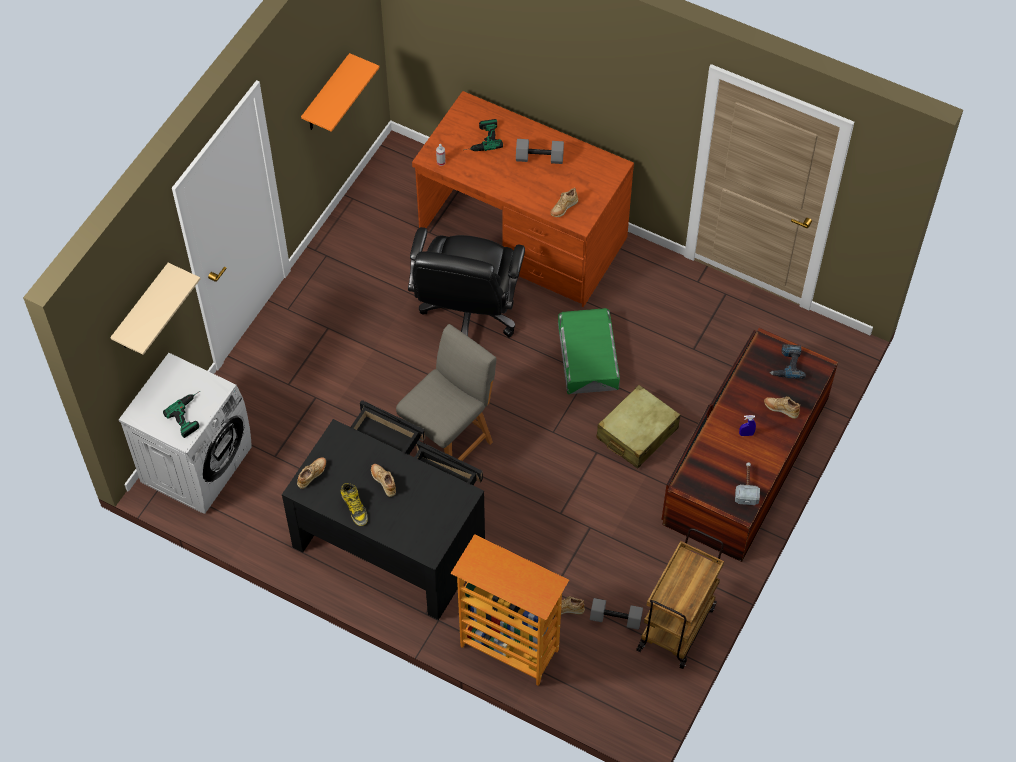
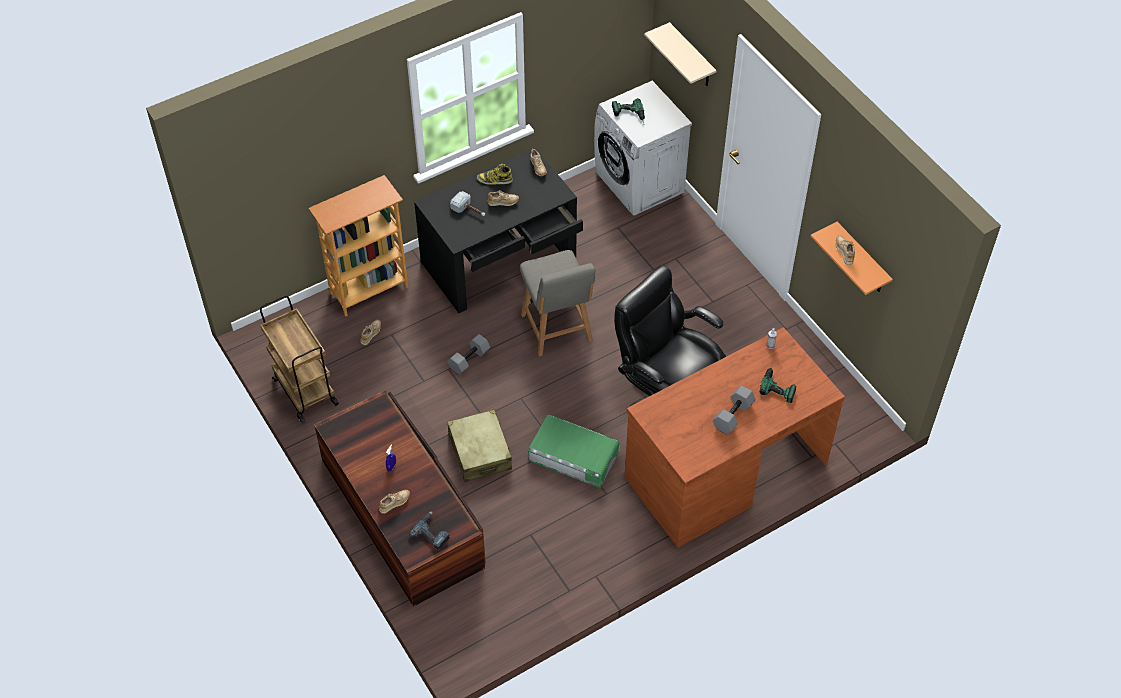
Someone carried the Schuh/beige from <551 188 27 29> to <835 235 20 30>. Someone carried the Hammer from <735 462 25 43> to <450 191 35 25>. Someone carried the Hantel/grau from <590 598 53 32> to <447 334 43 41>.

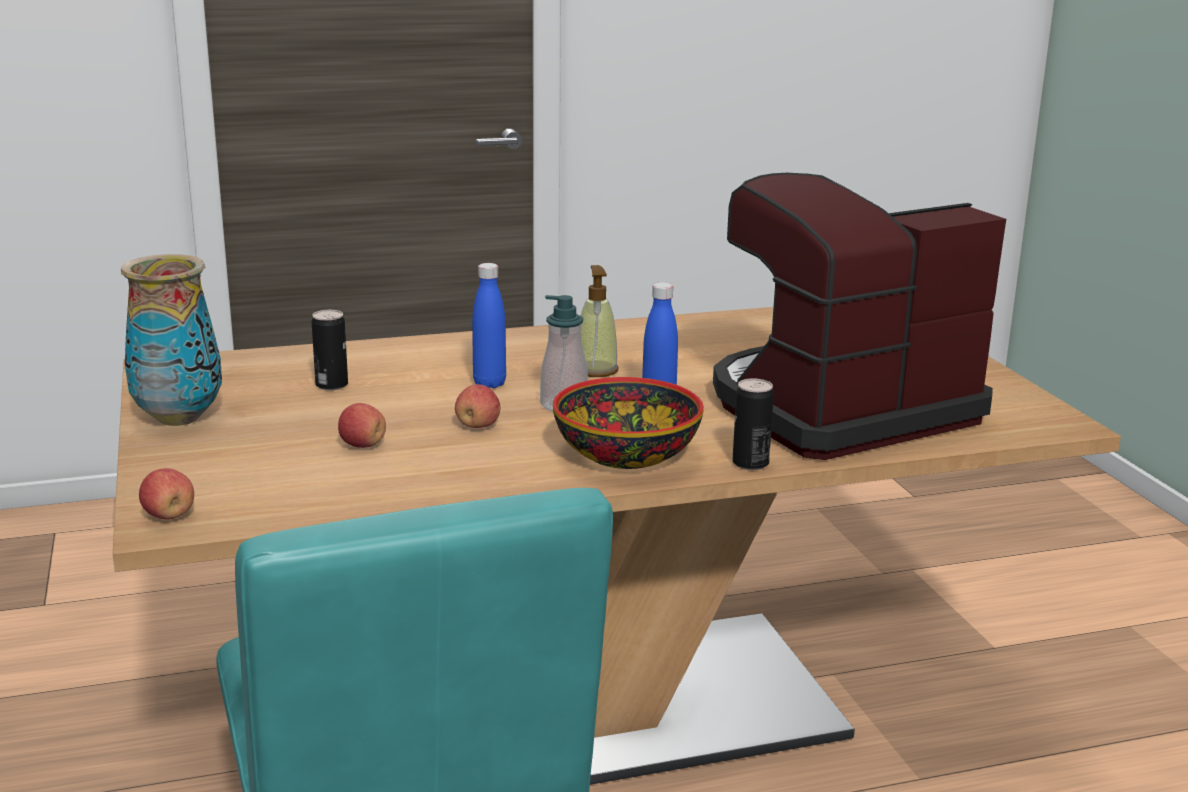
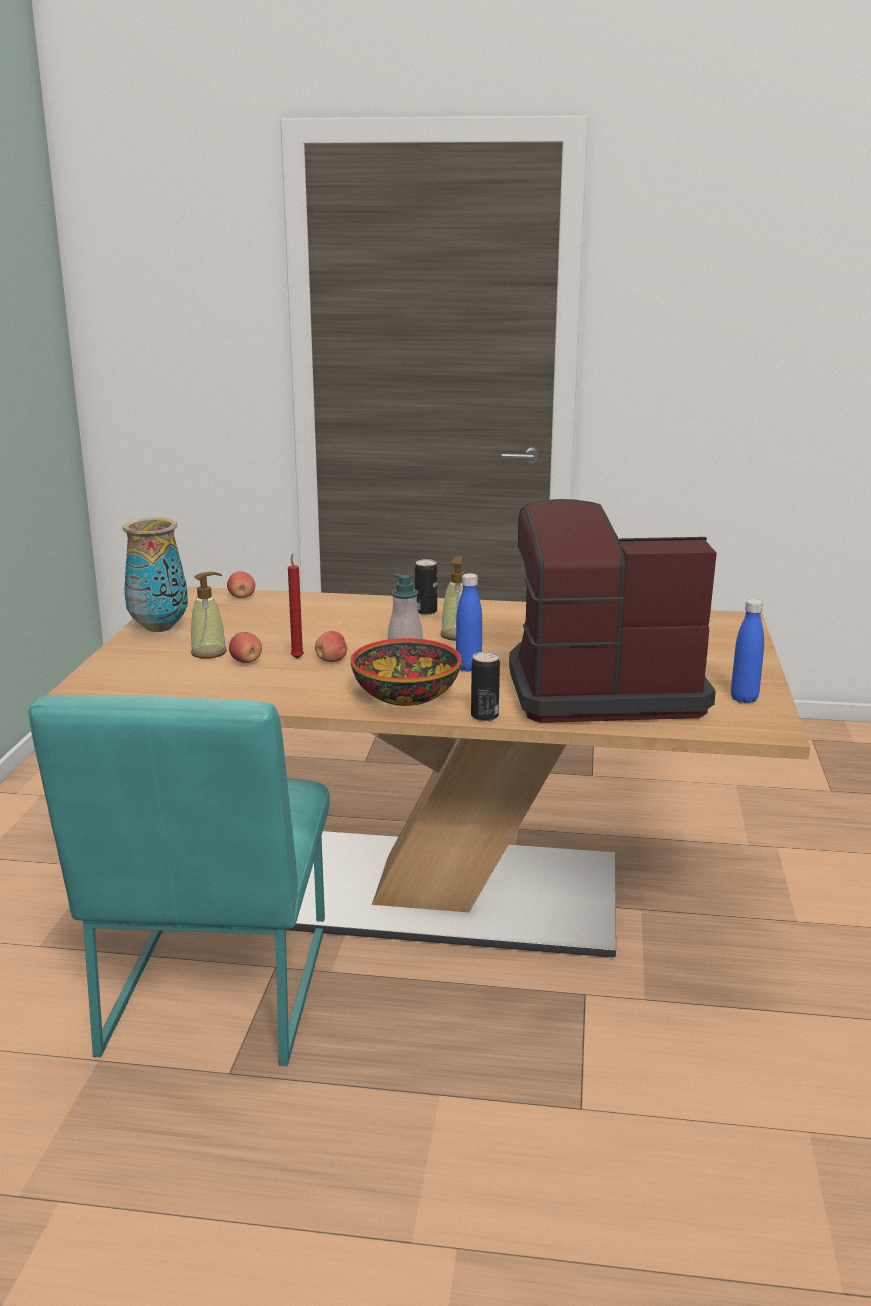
Someone carried the Flasche/blau from <472 263 34 125> to <731 599 33 104>. Someone carried the Dose from <311 310 37 80> to <415 559 22 56>. Someone carried the Apfel from <139 468 55 52> to <227 571 28 27>. Someone put down the Kerze/rot at <288 553 16 106>. Someone put down the Seifenspender at <191 572 36 87>.

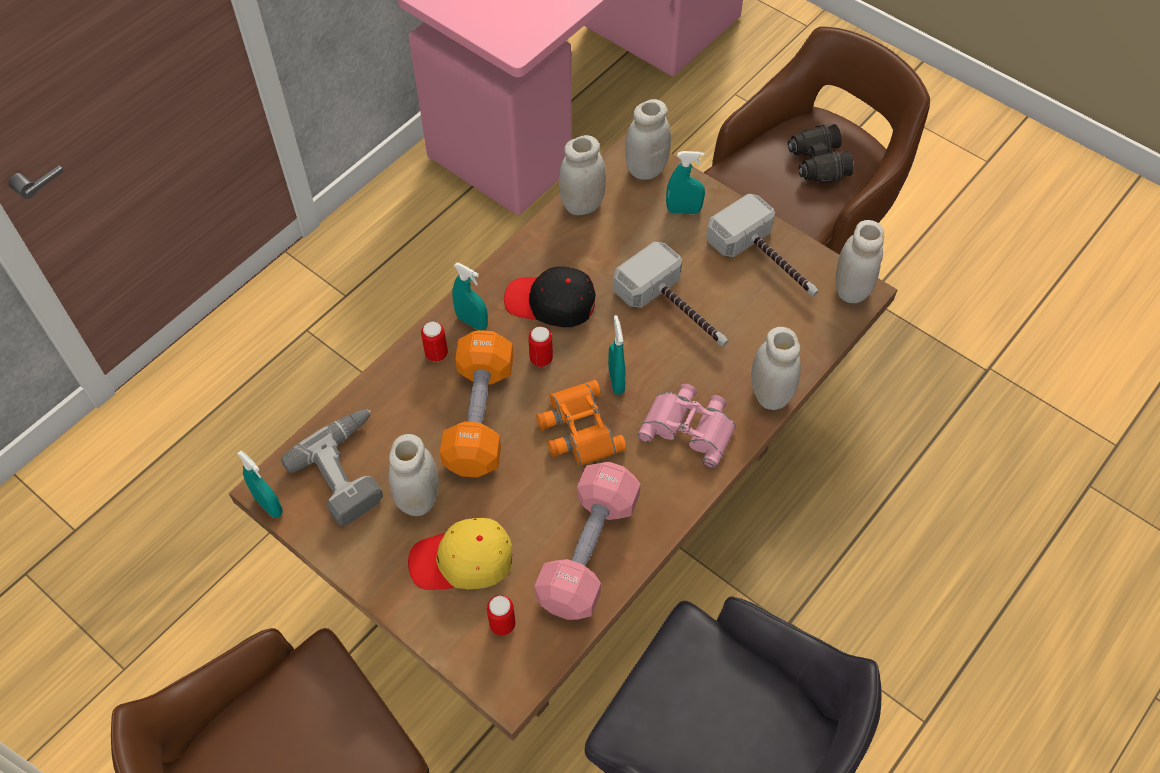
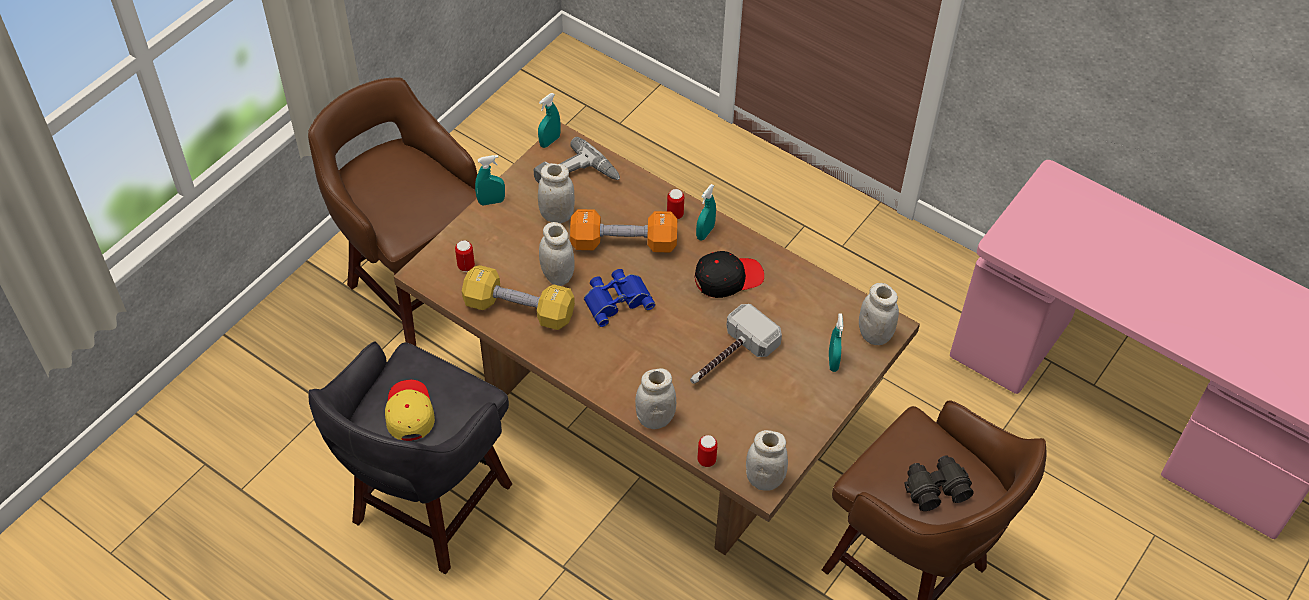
Someone carried the Vorratsglas/weiß from <559 135 47 81> to <539 222 36 64>. Someone took away the Hammer at <706 194 112 103>. Someone rotated the Kappe/schwarz at <504 266 92 61> by 60 degrees clockwise. Someone carried the Sprühflasche/türkis from <608 315 18 80> to <475 155 30 50>. Someone carried the Dose from <528 327 25 40> to <697 435 21 32>. Someone repainted the Fernglas/orange at <536 380 91 86>, which became the Fernglas/blau at <584 269 71 58>. Someone took away the Fernglas/rosa at <638 384 98 84>. Someone repainted the Hantel/rosa at <534 462 107 158>, which became the Hantel/gelb at <462 265 113 65>. Someone carried the Kappe/gelb from <408 518 104 72> to <385 380 50 61>.

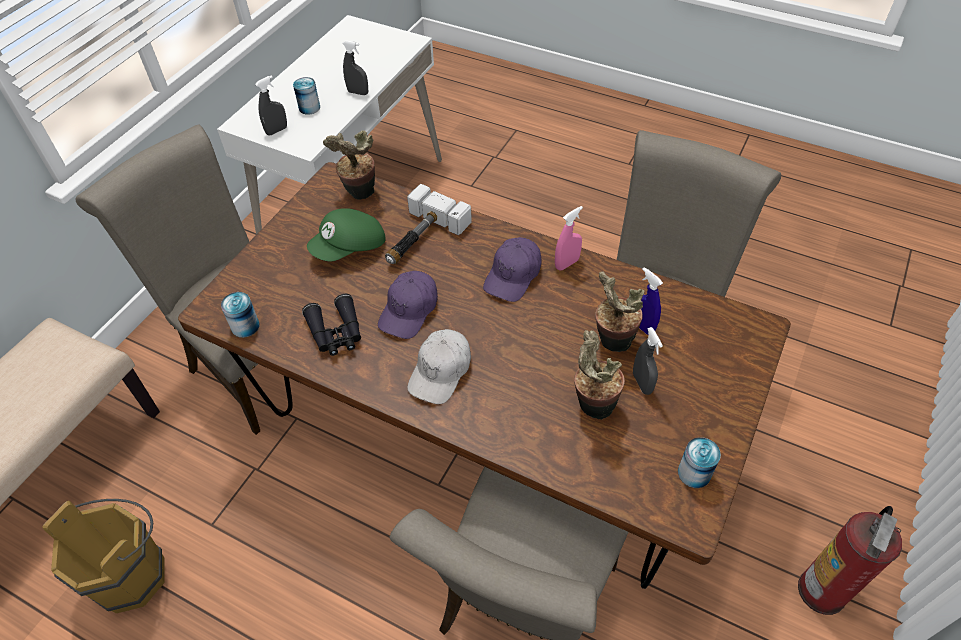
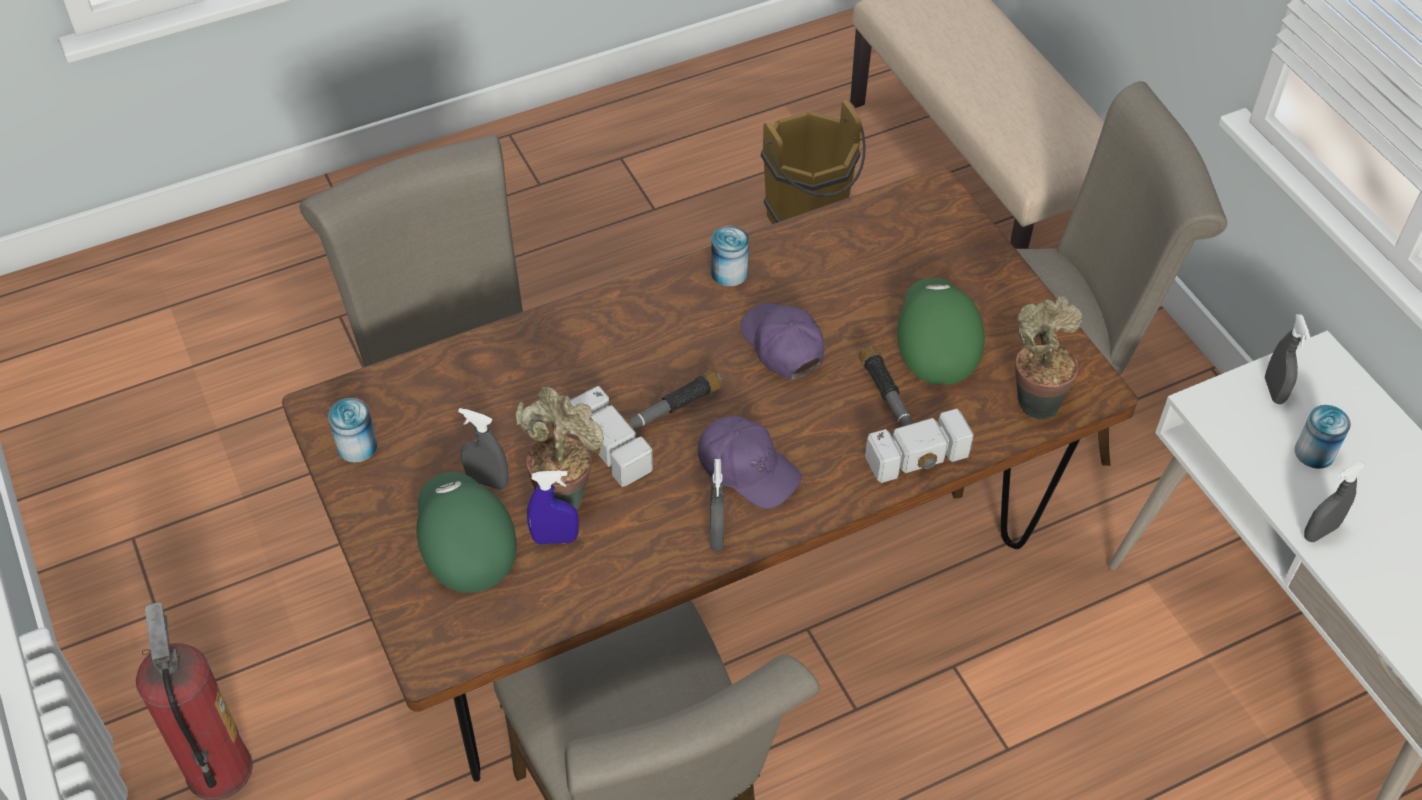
Someone repainted the Sprühflasche/rosa at <555 206 28 64>, which became the Sprühflasche/grau at <710 459 14 92>. Someone rotated the Kappe/lila at <483 237 59 65> by 150 degrees clockwise. Someone carried the Dose from <221 292 39 46> to <711 226 38 61>. Someone took away the Fernglas/schwarz at <302 294 59 62>. Someone took away the Kappe/weiß at <407 329 64 75>. Someone took away the Topfpflanze at <574 330 51 90>. Someone put down the Hammer at <570 370 152 117>. Someone put down the Kappe/grün at <416 472 101 121>.

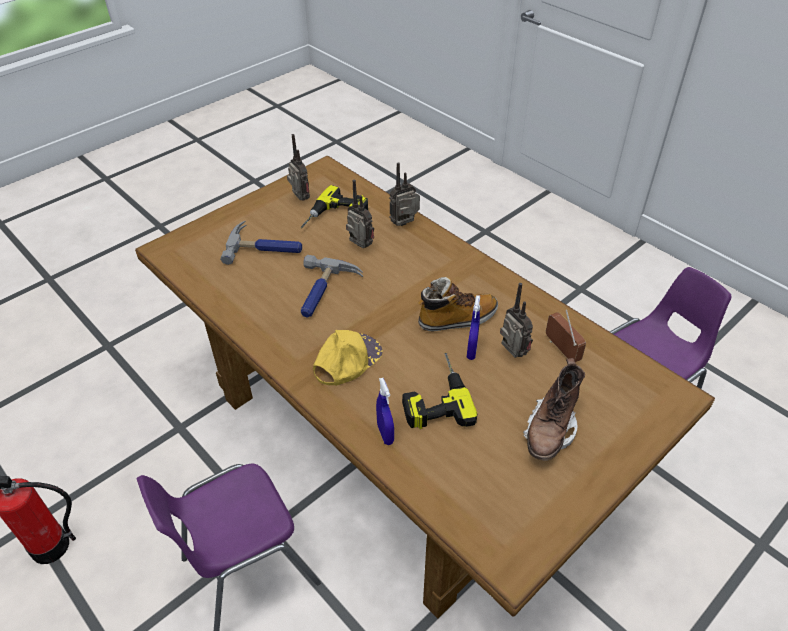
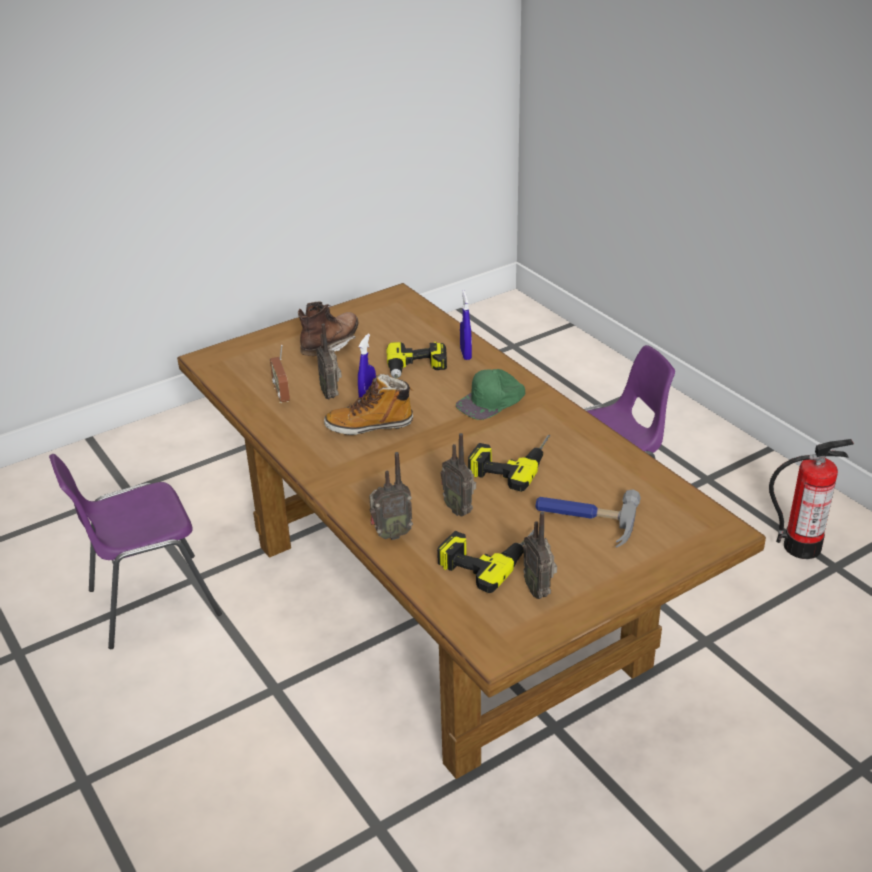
Someone swapped the Hammer at <301 255 62 62> for the Bohrmaschine at <468 435 82 57>. Someone repainted the Kappe/gelb at <313 330 70 56>, which became the Kappe/grün at <456 369 69 51>.

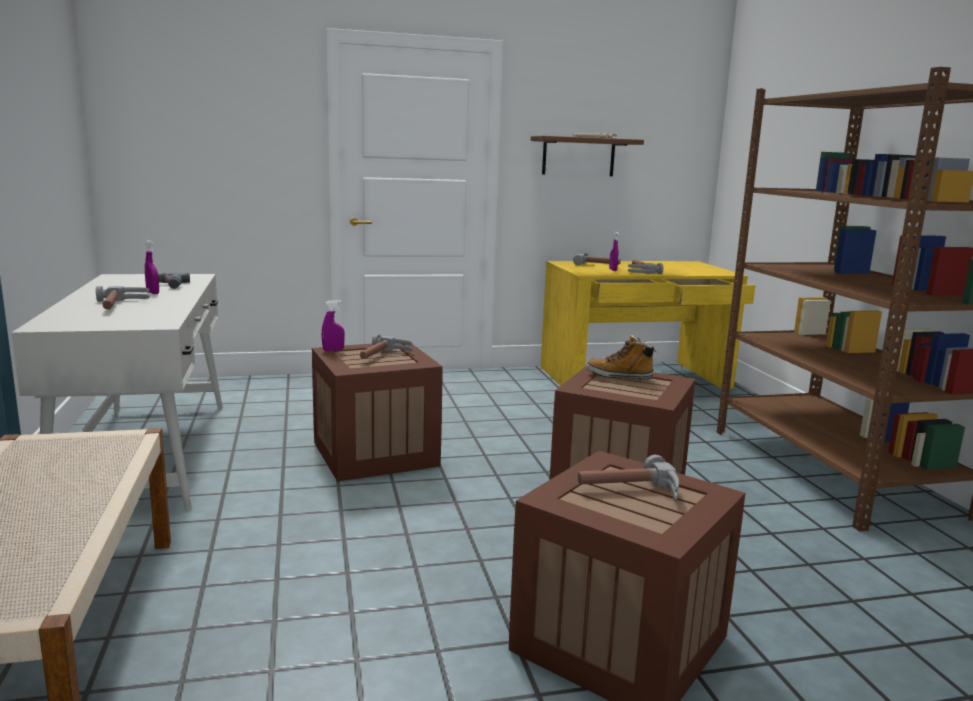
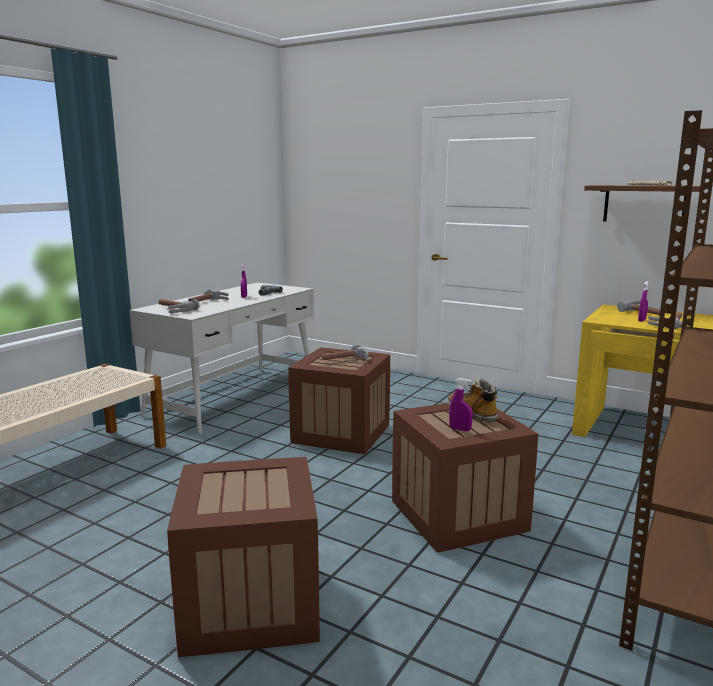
Someone carried the Sprühflasche/lila from <322 300 23 51> to <449 378 24 53>. Someone carried the Hammer from <578 455 101 46> to <159 299 40 14>.

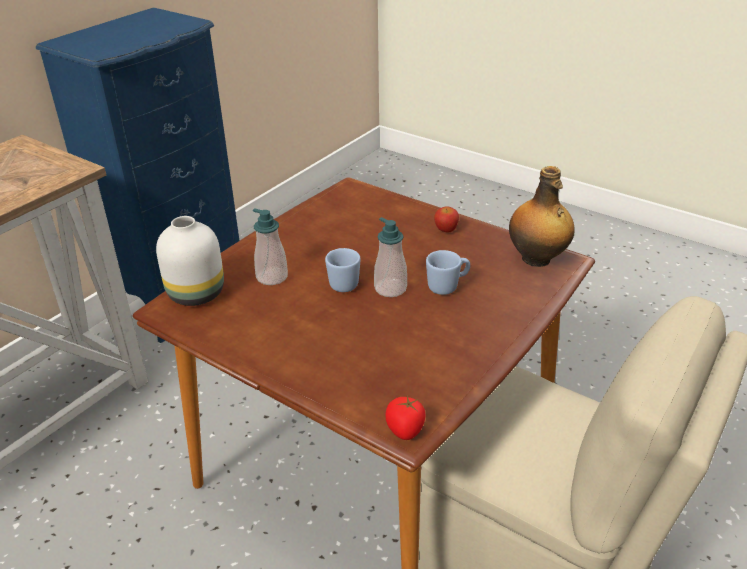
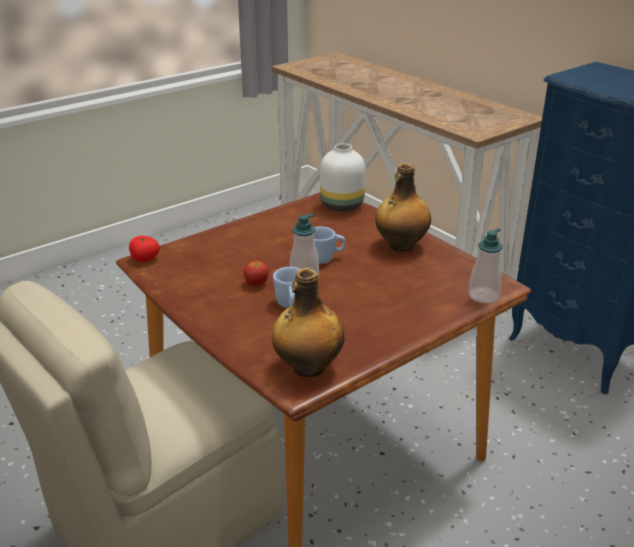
Someone carried the Apfel from <434 206 25 26> to <244 261 25 25>. Someone carried the Seifenspender from <253 209 35 76> to <469 228 33 75>. Someone put down the Flasche at <375 163 56 89>.

